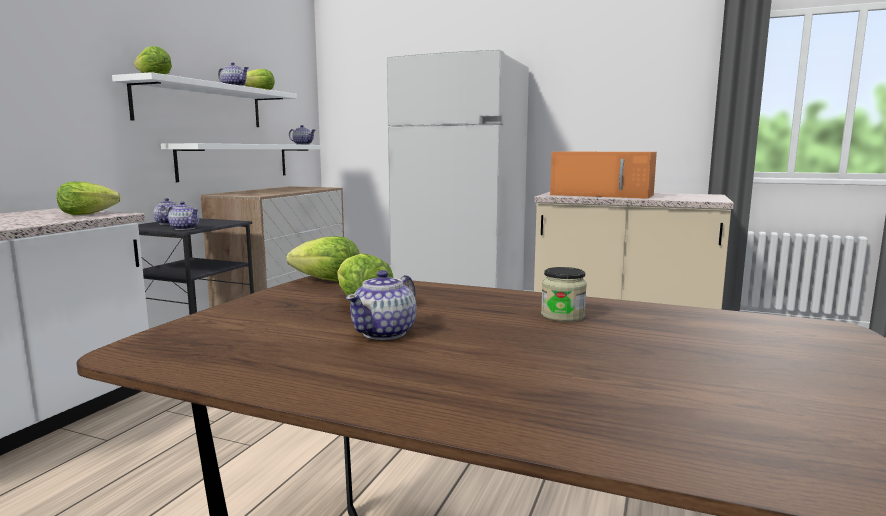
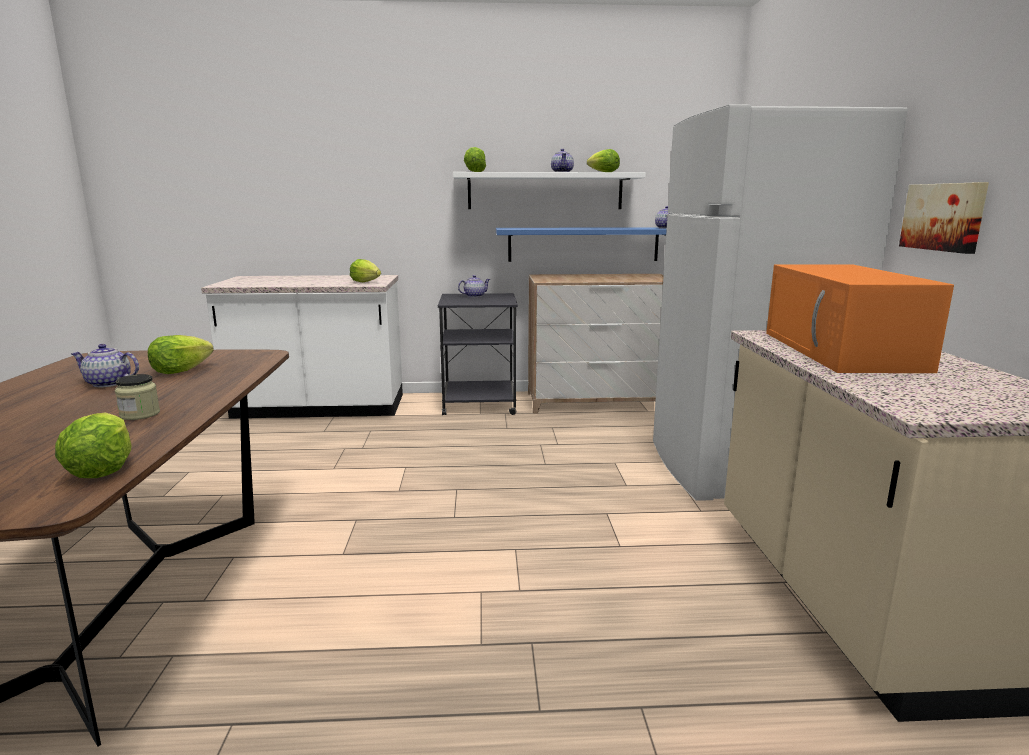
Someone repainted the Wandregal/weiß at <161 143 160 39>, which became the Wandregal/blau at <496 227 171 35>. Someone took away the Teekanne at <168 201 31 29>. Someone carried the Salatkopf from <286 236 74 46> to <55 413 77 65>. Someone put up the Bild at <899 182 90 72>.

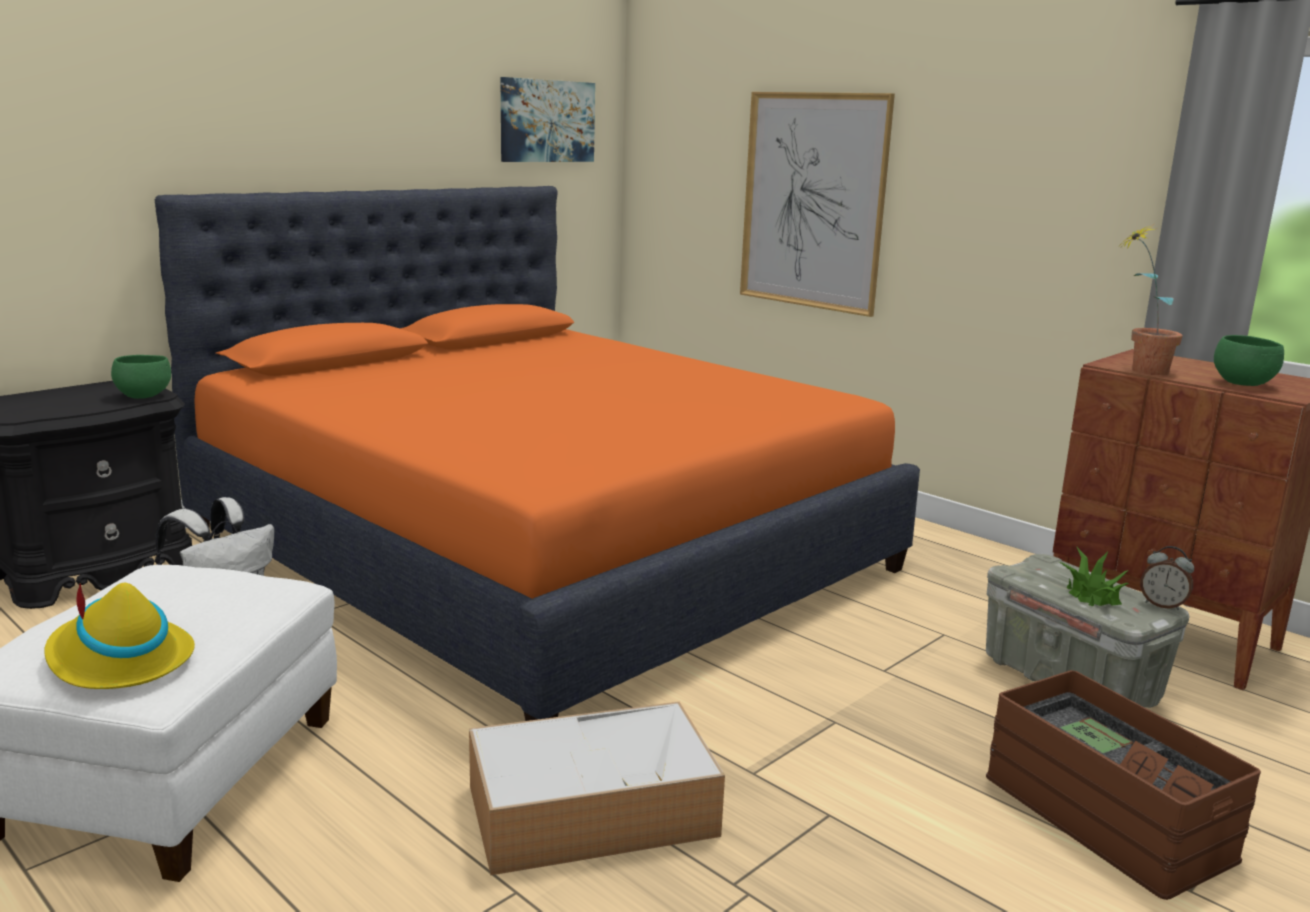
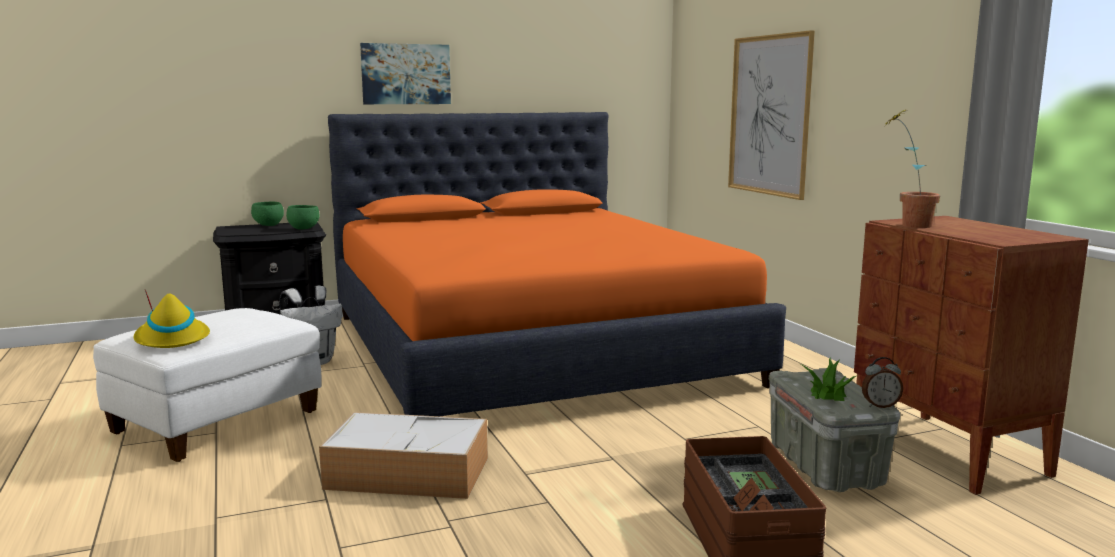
Someone carried the Bild from <501 77 94 85> to <360 43 91 61>. Someone carried the Schüssel/grün from <1214 335 70 51> to <251 202 33 24>. Someone rotated the Wecker at <1140 546 54 64> by 60 degrees counterclockwise.

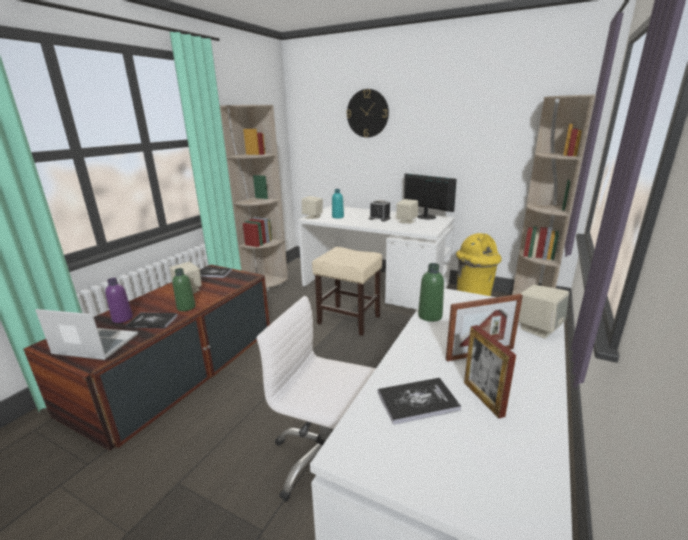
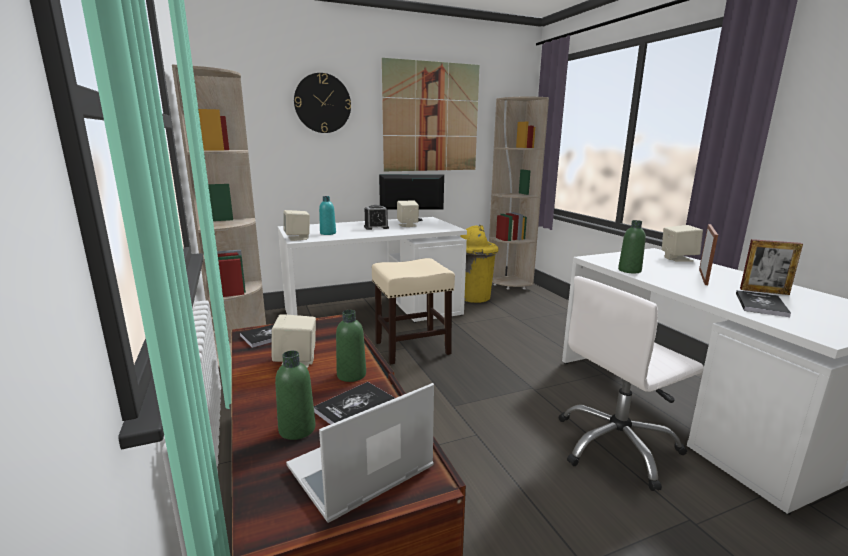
Someone repainted the Flasche/lila at <105 278 28 45>, which became the Flasche/grün at <275 351 41 89>. Someone put up the Bild at <382 58 97 113>.

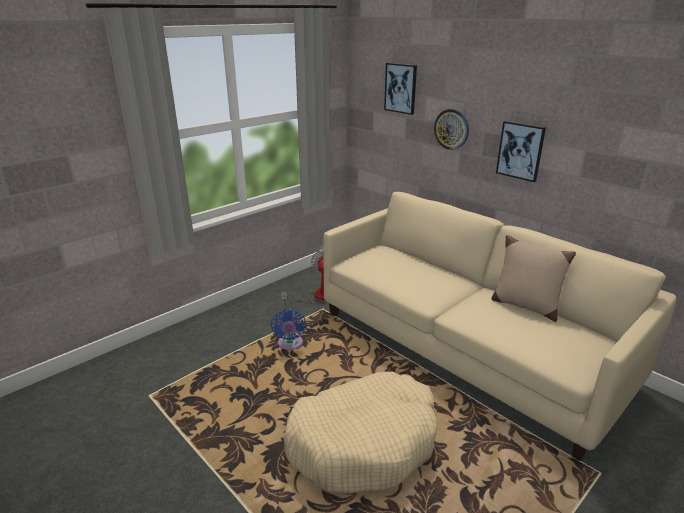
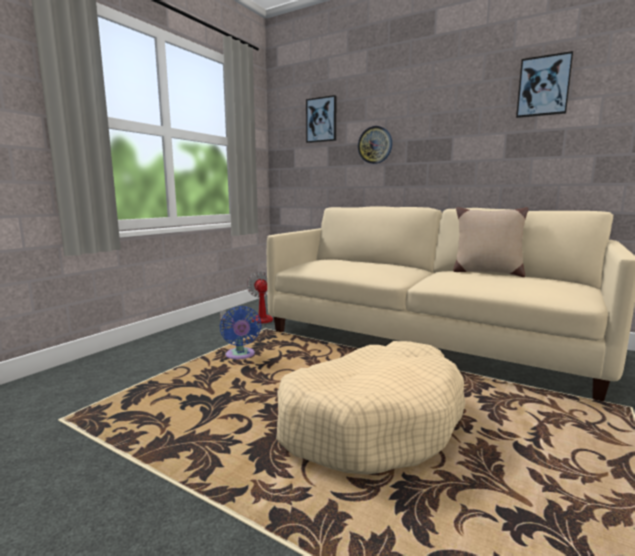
Someone carried the Bild from <496 121 50 61> to <516 51 57 67>.

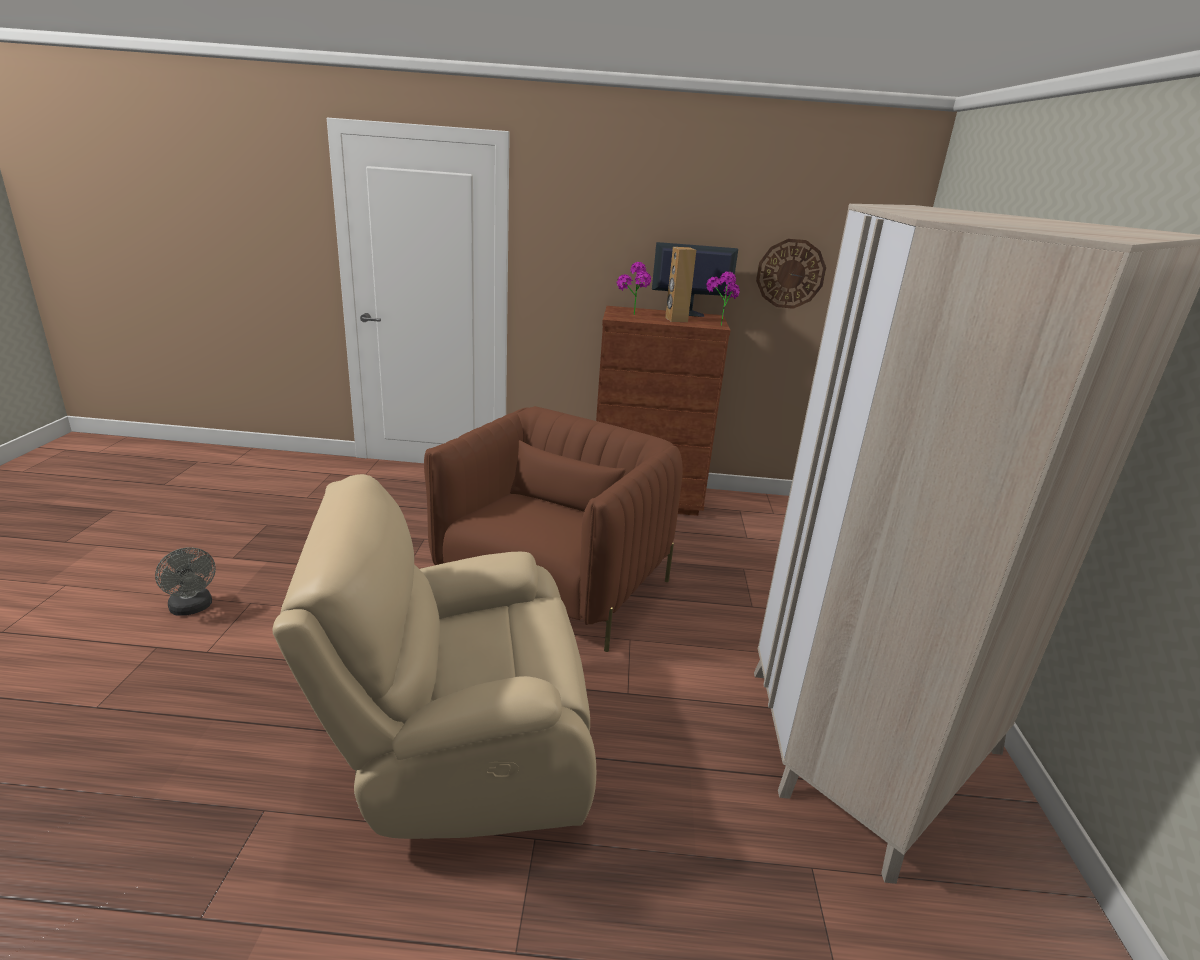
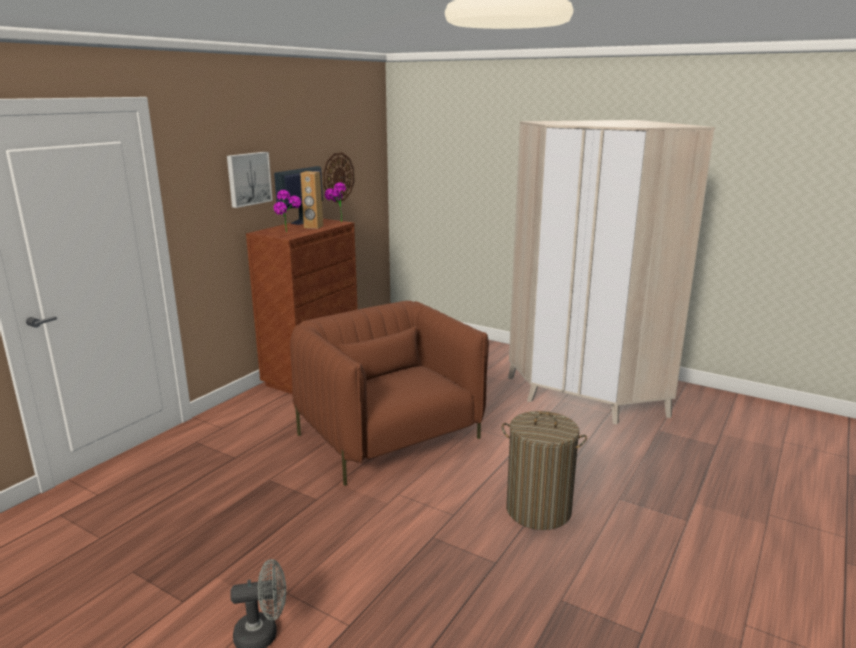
Someone swapped the Sessel/beige at <272 474 324 365> for the Wäschekorb at <502 411 85 119>. Someone put up the Bild at <227 152 46 56>.

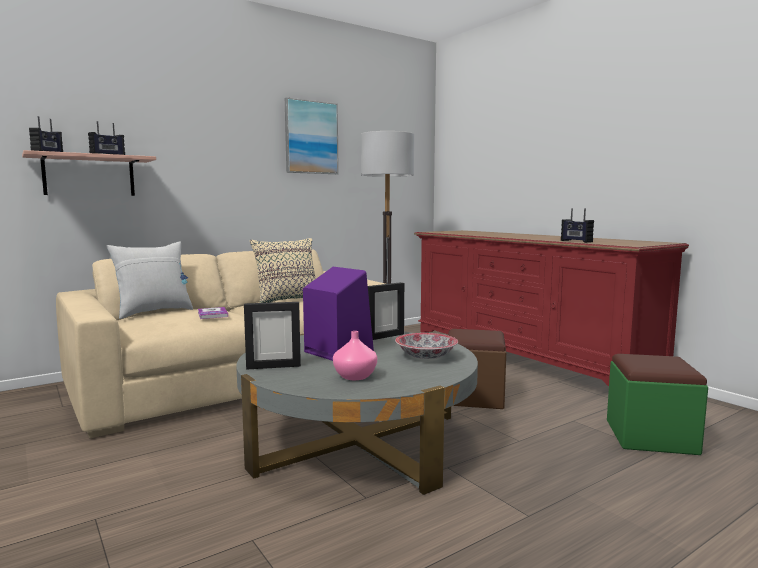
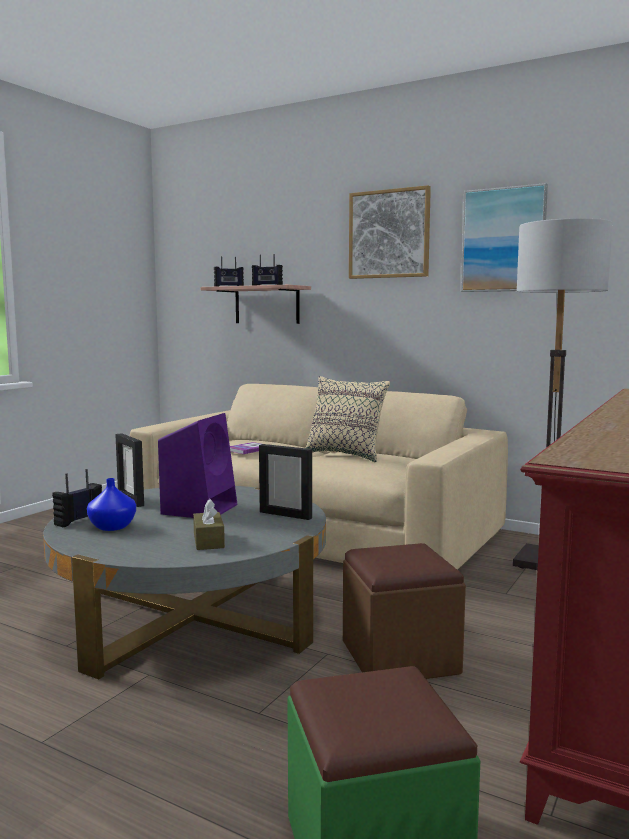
Someone carried the Radio from <561 208 33 35> to <52 469 50 58>. Someone took away the Kissen/grau at <106 242 87 77>. Someone repainted the Vase/rosa at <333 331 44 49>, which became the Vase/blau at <87 478 49 53>. Someone swapped the Schüssel at <395 333 63 26> for the Taschentuchbox/braun at <193 499 32 51>. Someone put up the Bild at <349 185 82 94>.

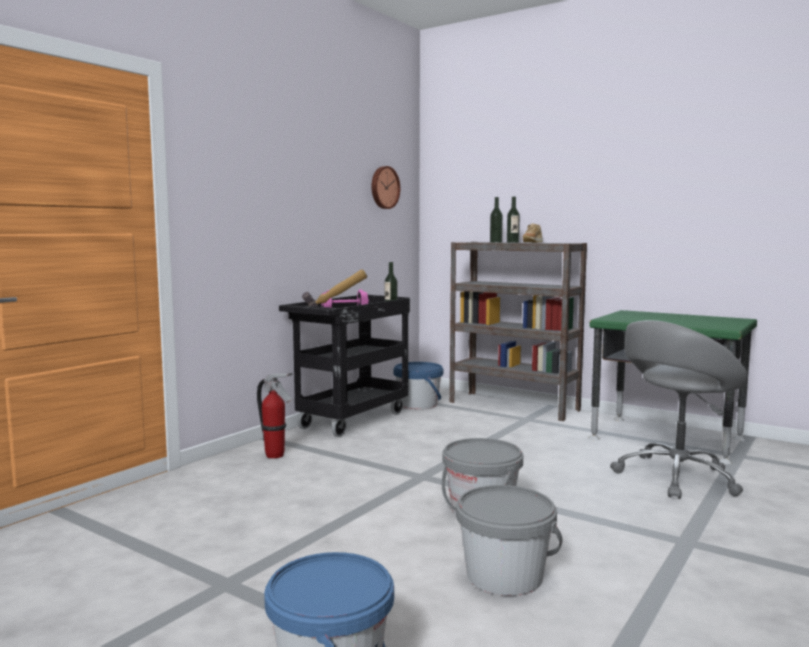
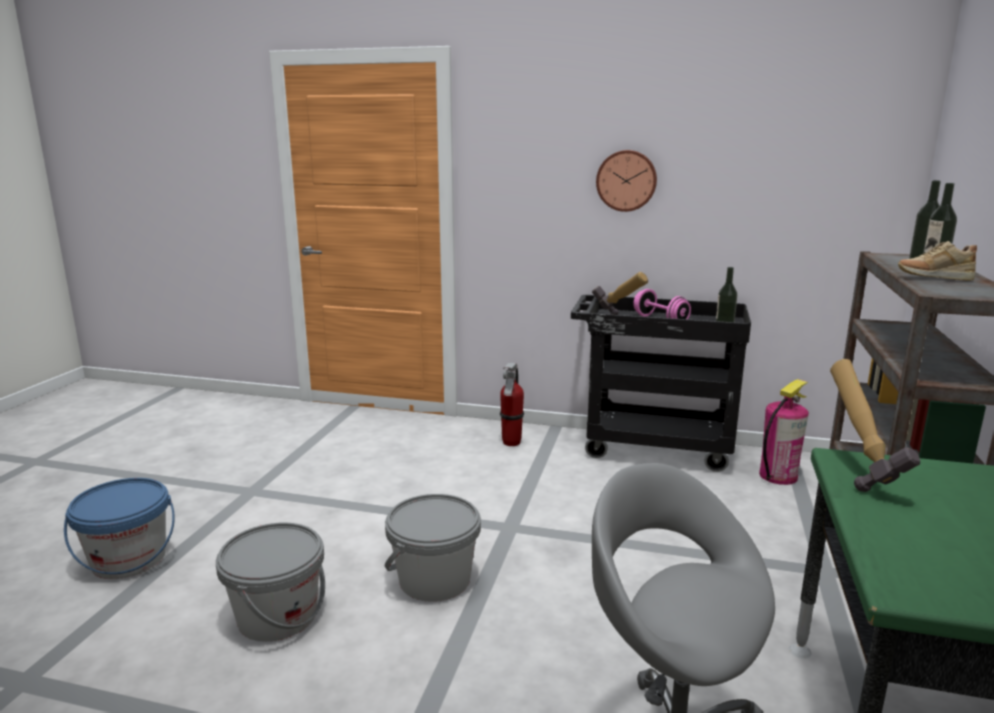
Someone carried the Wanduhr from <372 166 28 43> to <596 150 61 62>. Someone swapped the Eimer/blau at <394 362 49 47> for the Feuerlöscher at <759 379 50 106>. Someone put down the Hammer at <830 359 90 133>.

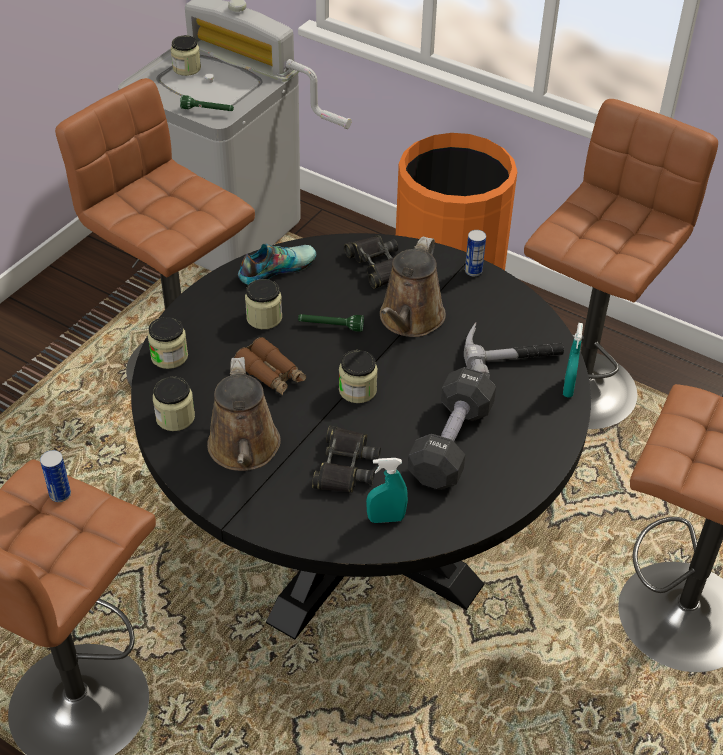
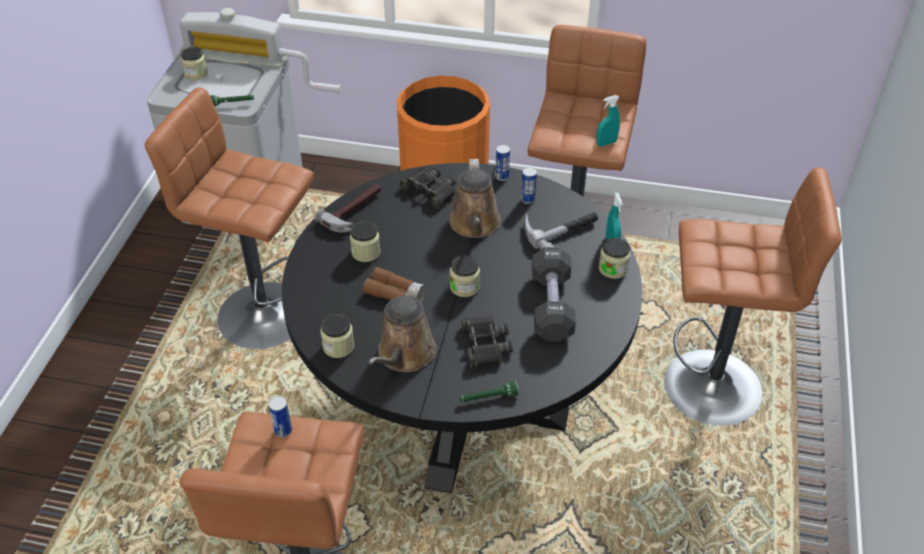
Someone swapped the Schuh at <238 244 78 41> for the Hammer at <314 184 67 48>. Someone carried the Taschenlampe/grün from <298 314 66 18> to <459 381 60 21>. Someone carried the Vorratsglas from <148 317 40 52> to <599 238 32 41>. Someone rotated the Gießkanne/braun at <207 357 74 114> by 45 degrees clockwise. Someone carried the Sprühflasche/türkis from <366 458 42 65> to <597 95 23 52>. Someone put down the Dose at <521 167 16 37>.

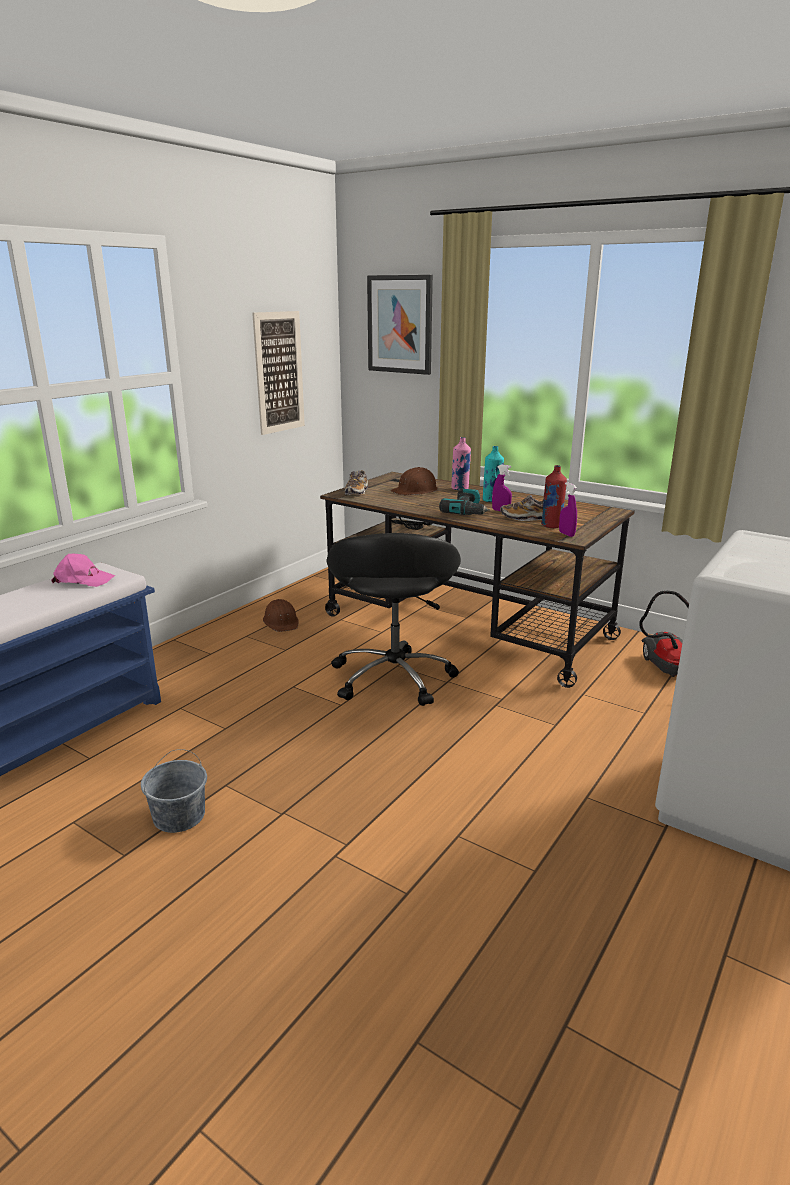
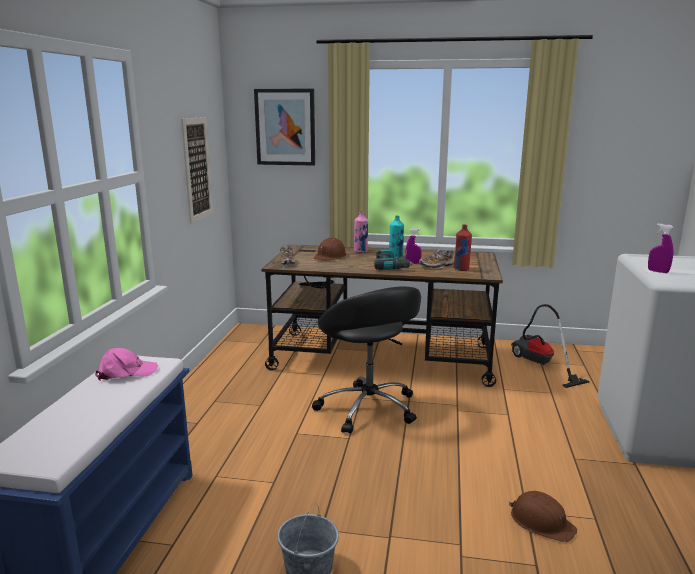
Someone carried the Sprühflasche/lila from <559 482 18 55> to <648 224 26 49>. Someone carried the Schutzhelm/braun from <263 599 36 33> to <509 491 68 51>.

